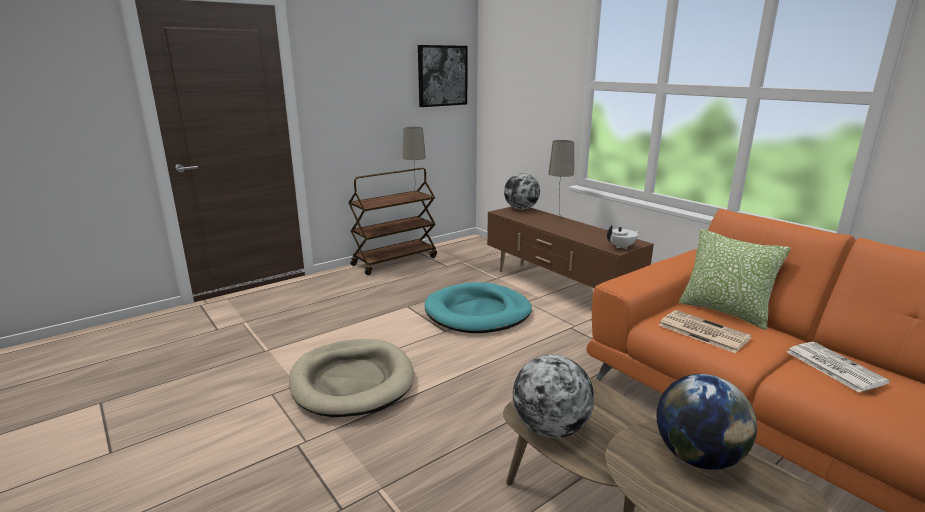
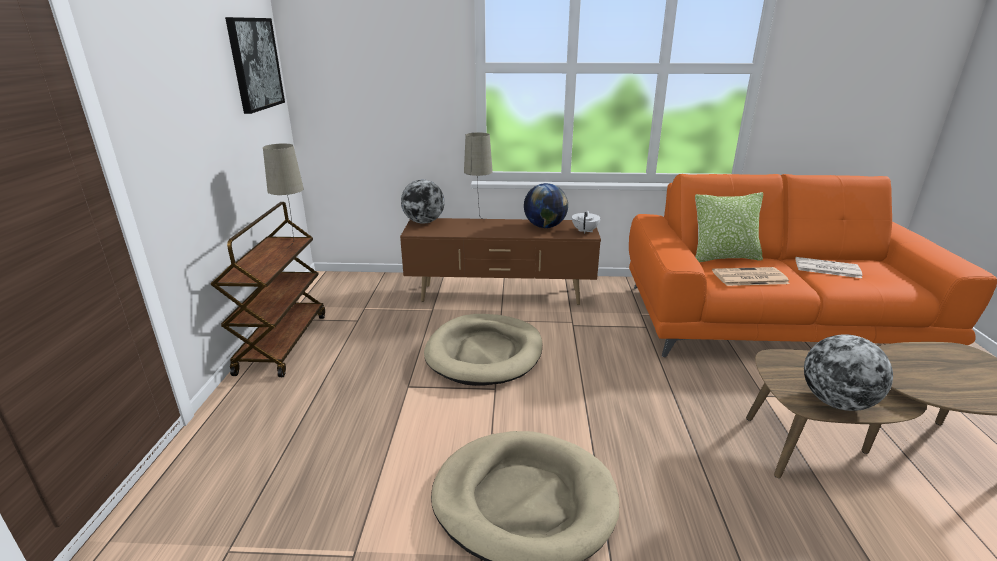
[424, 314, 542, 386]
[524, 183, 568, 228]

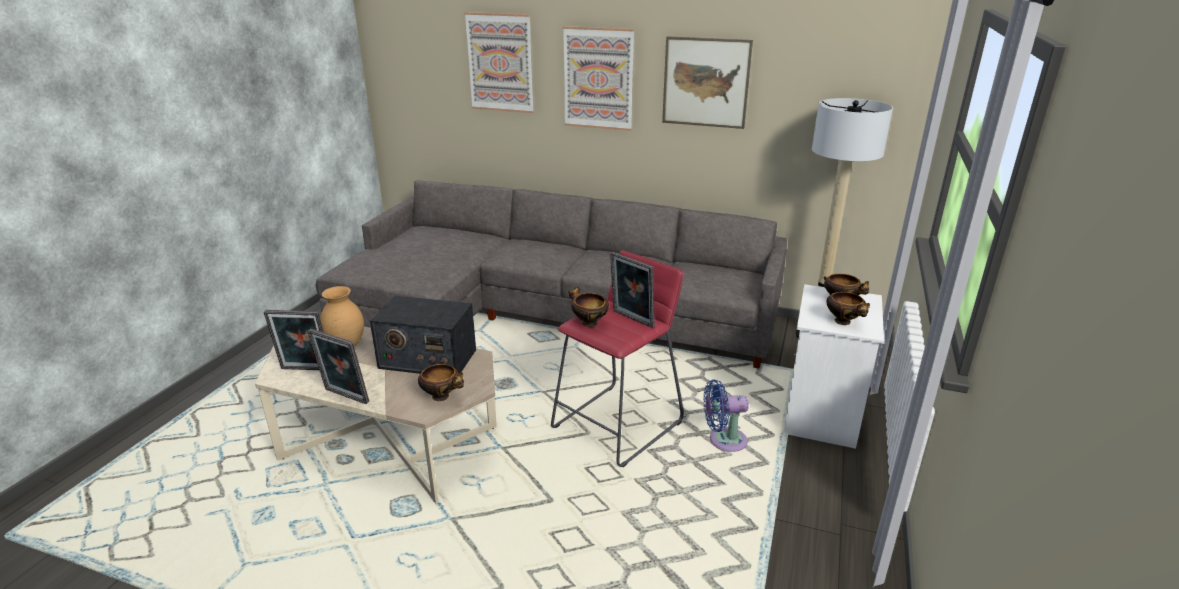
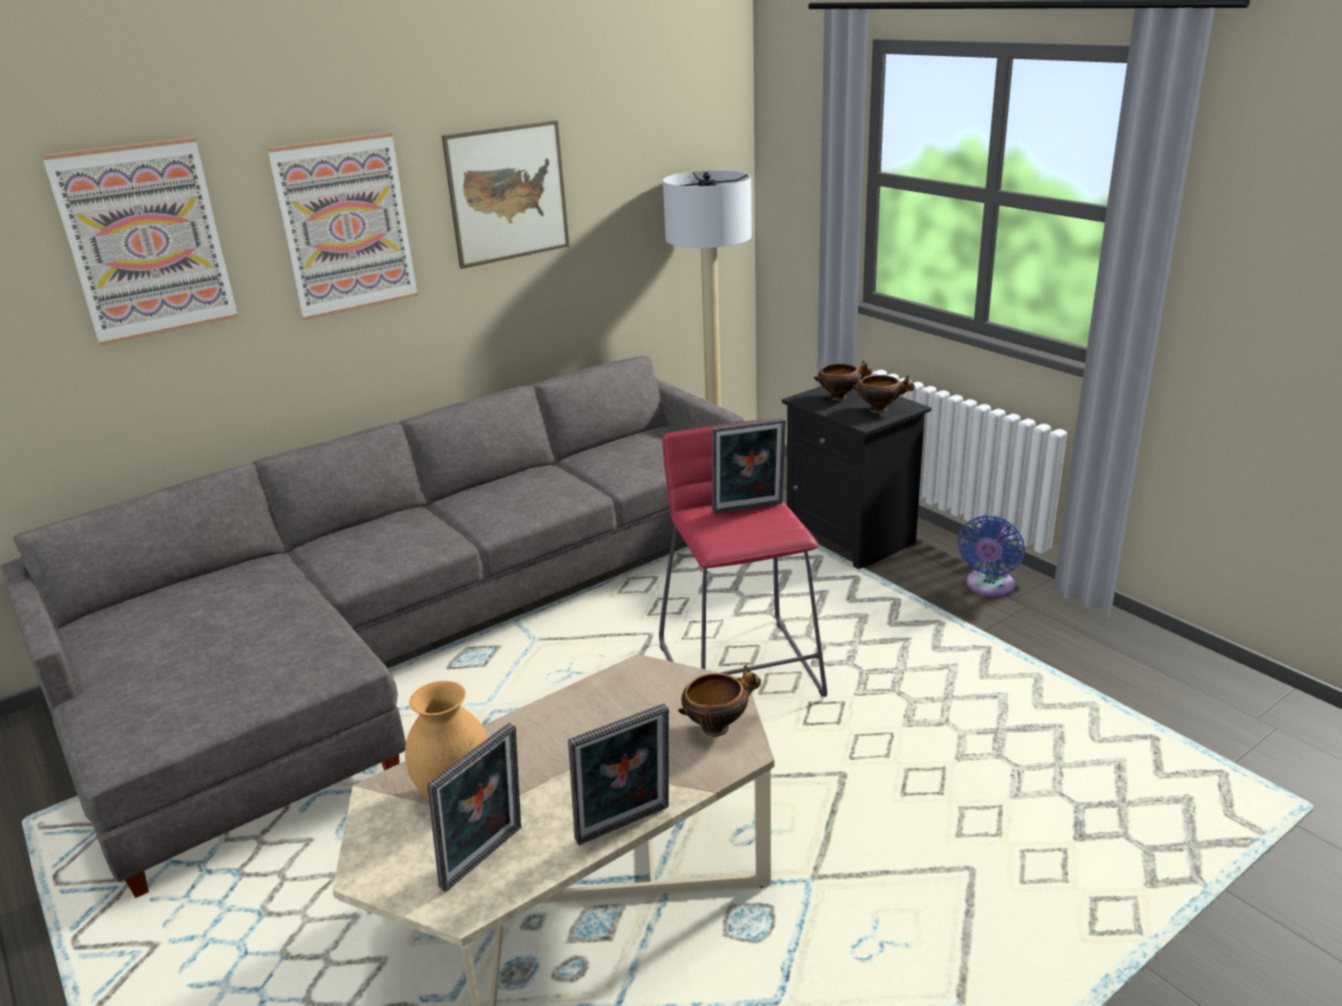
[782, 383, 931, 569]
[958, 515, 1025, 597]
[370, 296, 476, 374] (first image)
[568, 286, 609, 327] (first image)

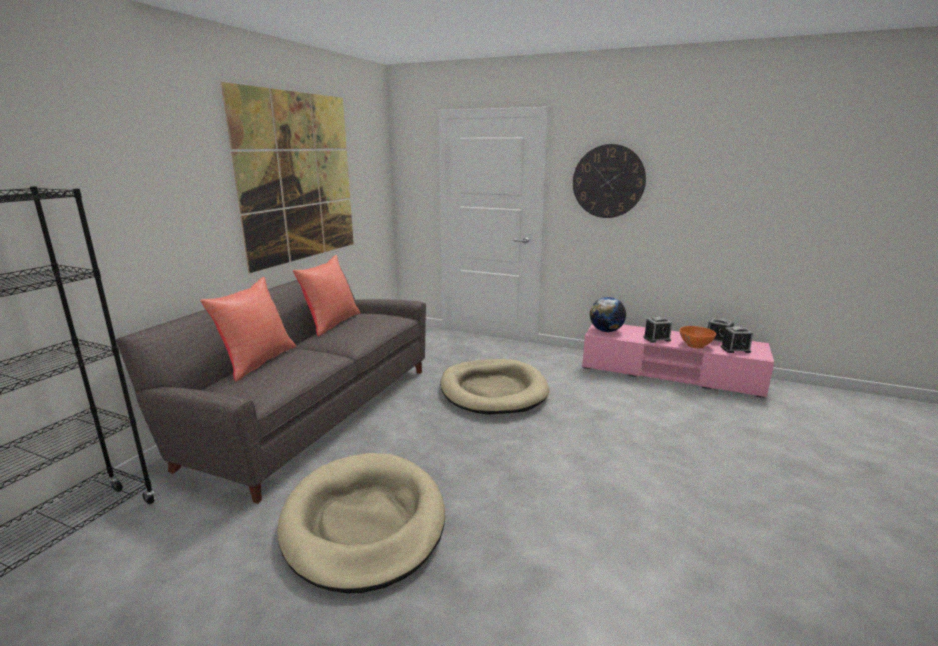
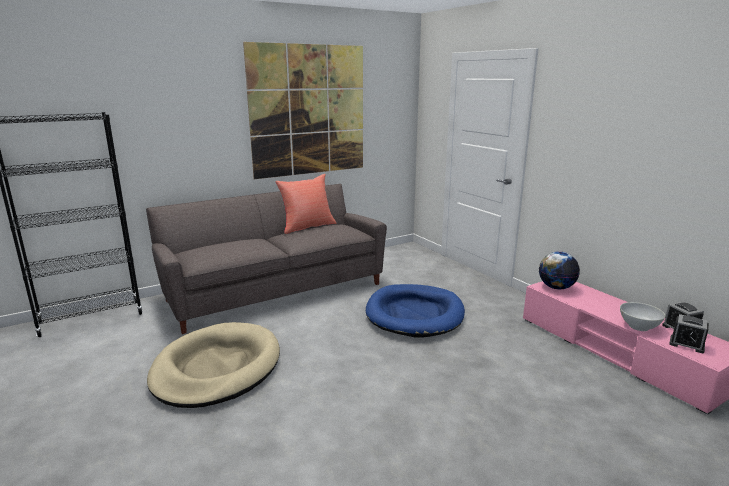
[366, 284, 465, 338]
[620, 302, 666, 331]
[200, 277, 296, 382] (first image)
[573, 144, 646, 218] (first image)
[643, 317, 672, 343] (first image)

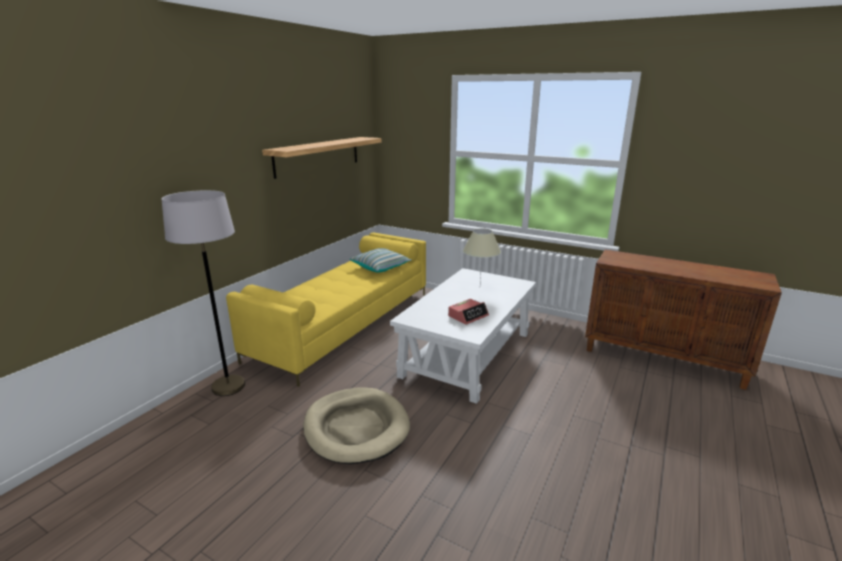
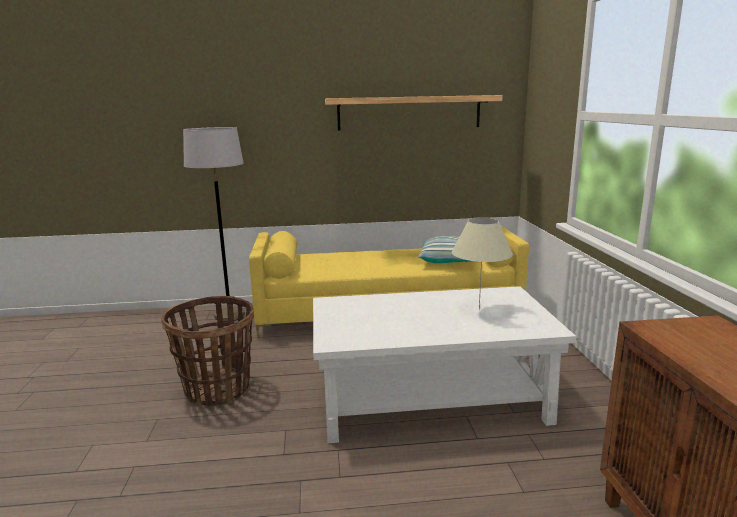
[162, 296, 254, 406]
[448, 299, 489, 325] (first image)

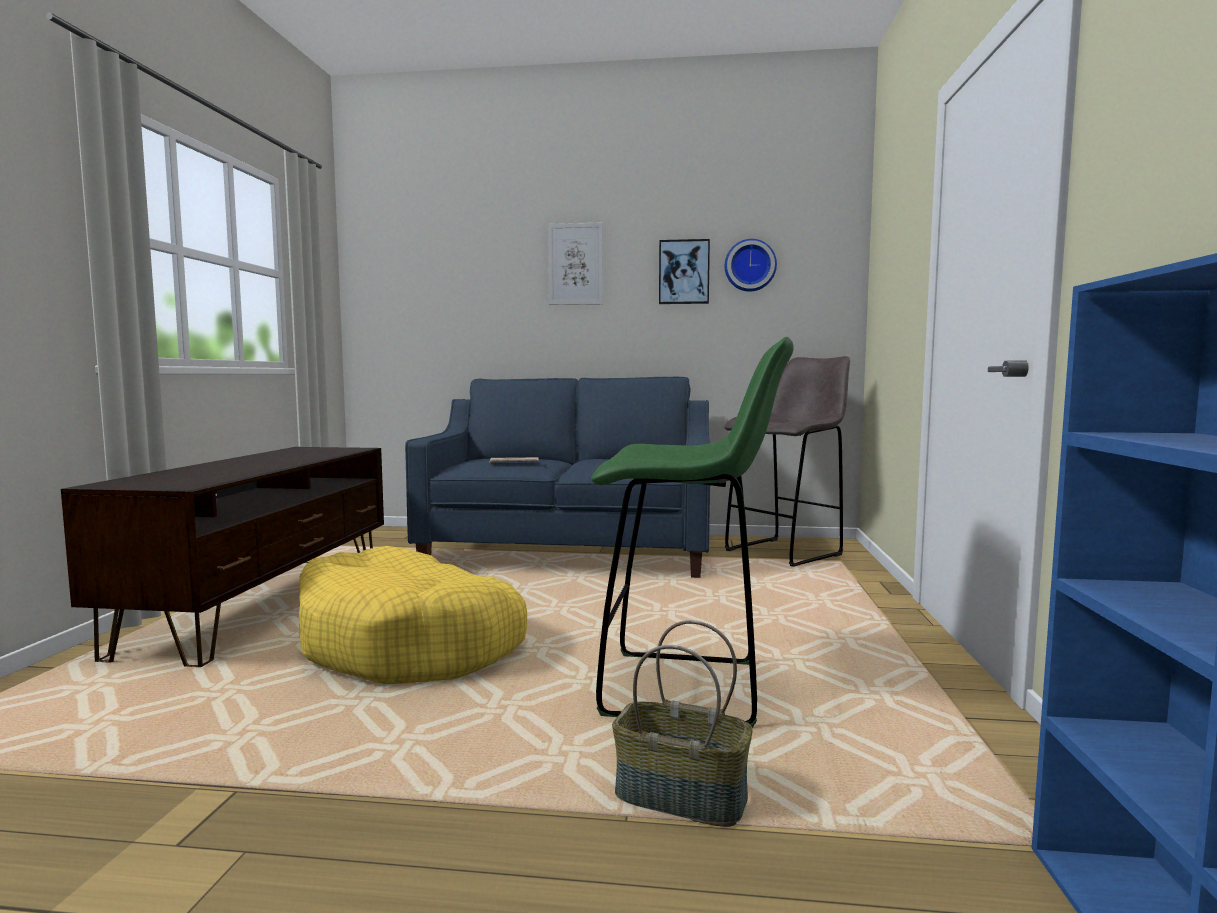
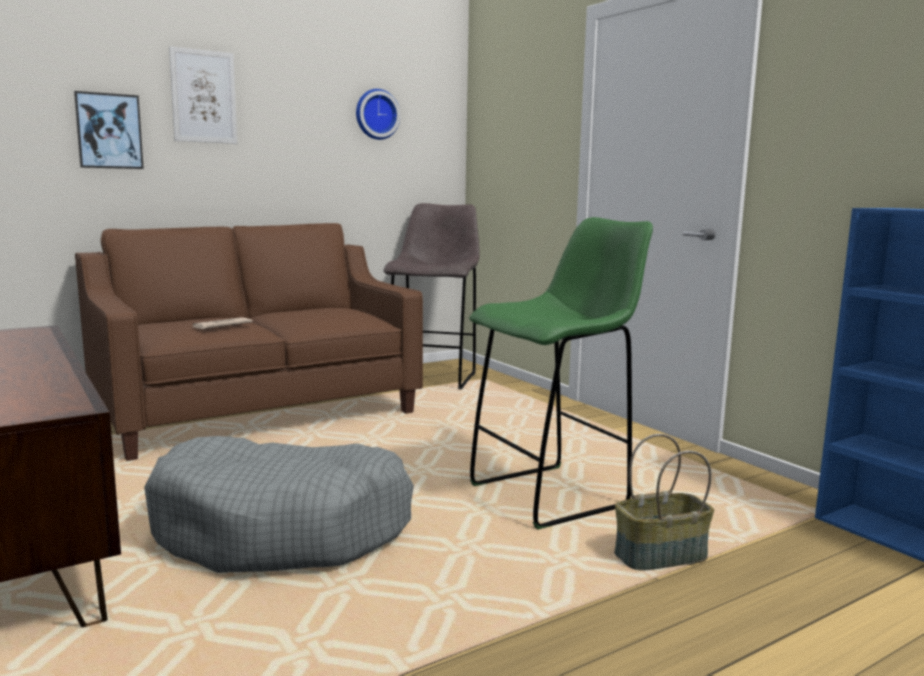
[74, 91, 144, 169]
[75, 223, 423, 461]
[144, 436, 414, 573]

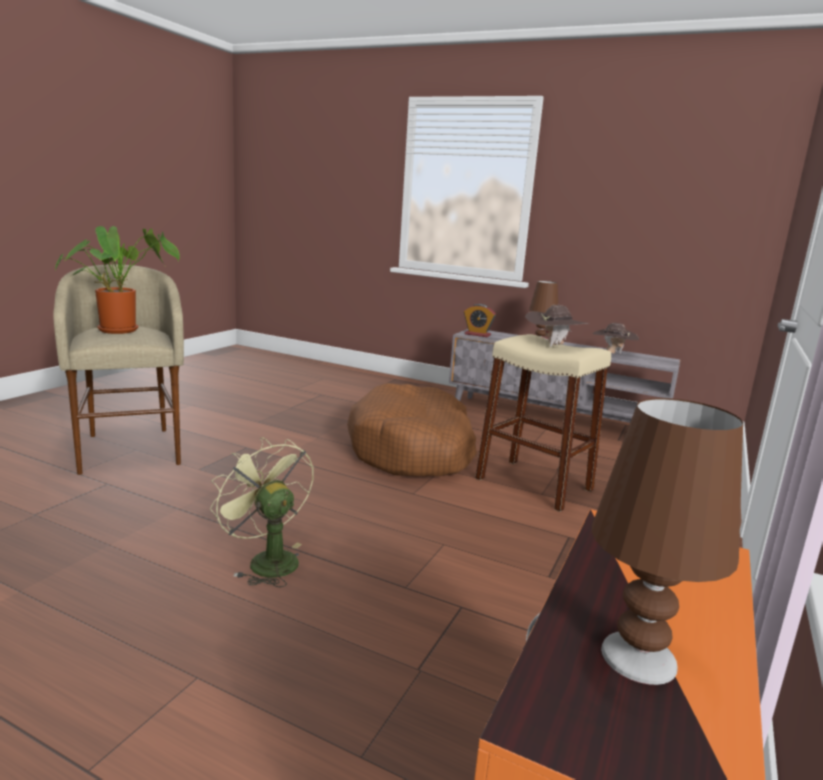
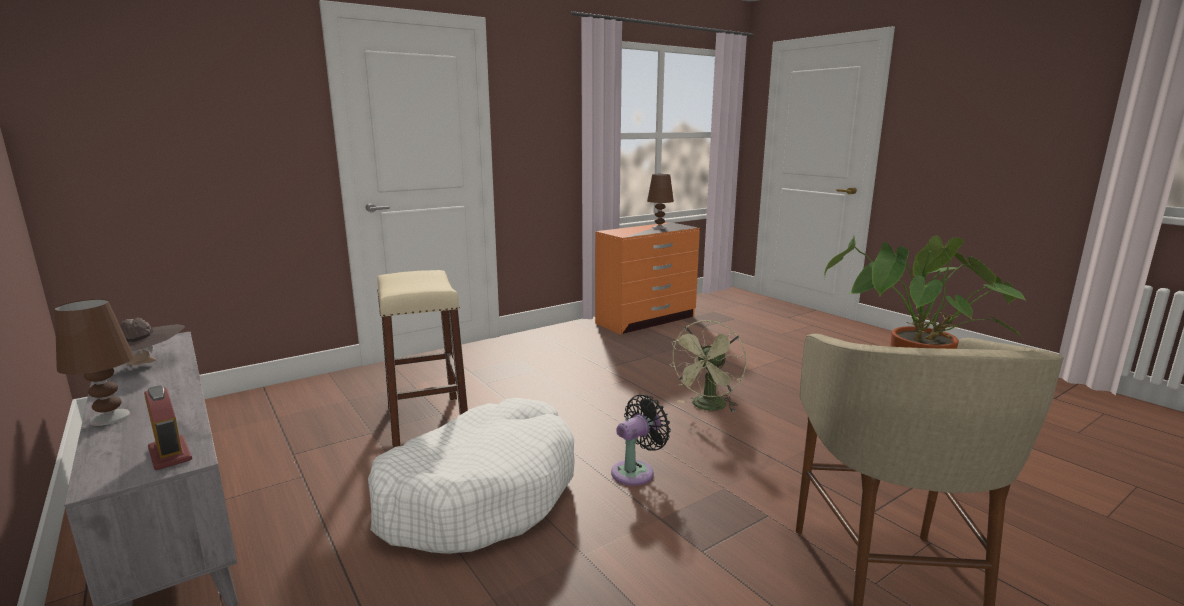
[368, 398, 575, 554]
[611, 394, 671, 486]
[668, 320, 746, 412]
[525, 305, 590, 347] (first image)

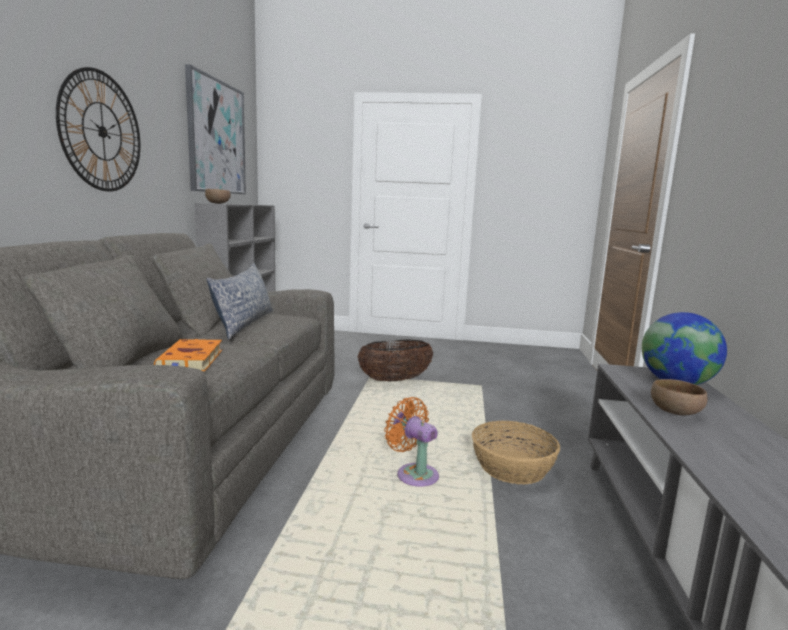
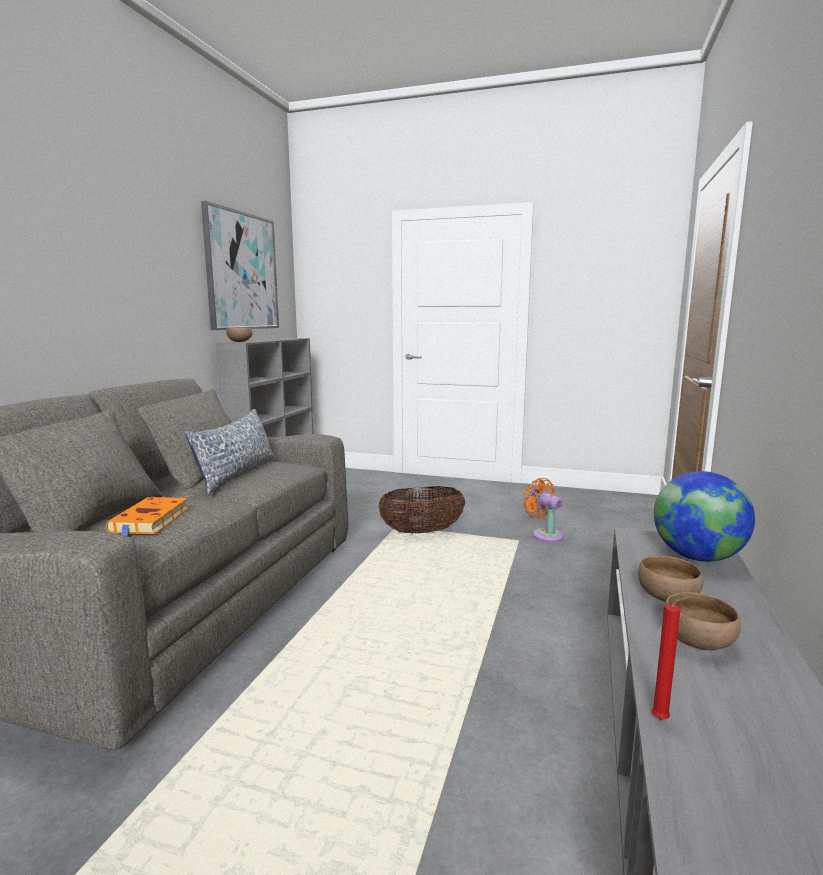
[523, 478, 564, 542]
[651, 596, 691, 720]
[663, 592, 741, 650]
[56, 67, 141, 192] (first image)
[472, 421, 560, 484] (first image)

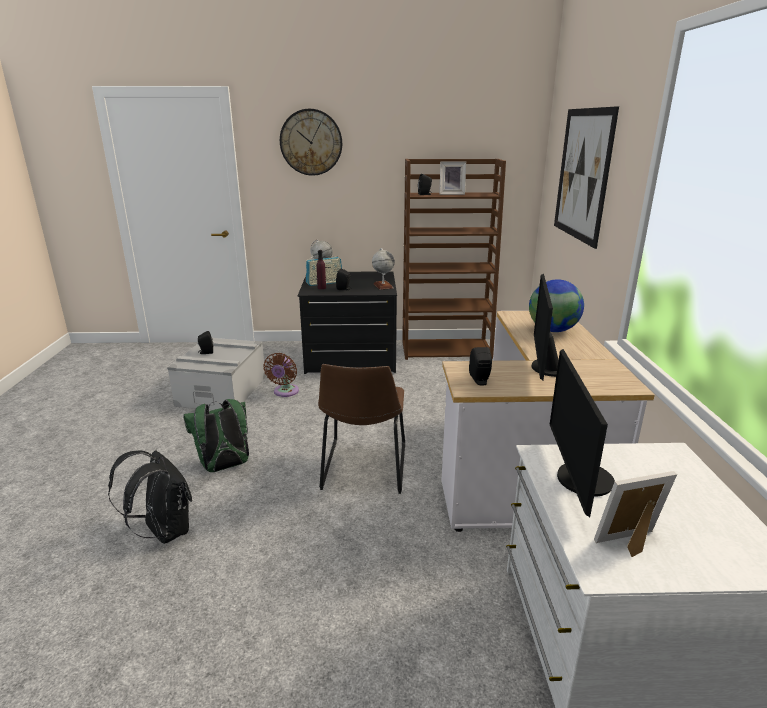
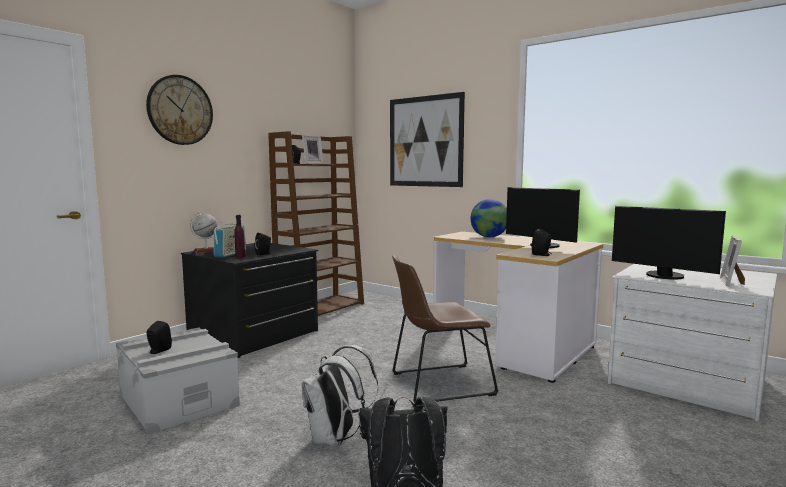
[301, 345, 378, 447]
[392, 255, 498, 403]
[263, 353, 299, 397] (first image)
[372, 248, 395, 290] (first image)

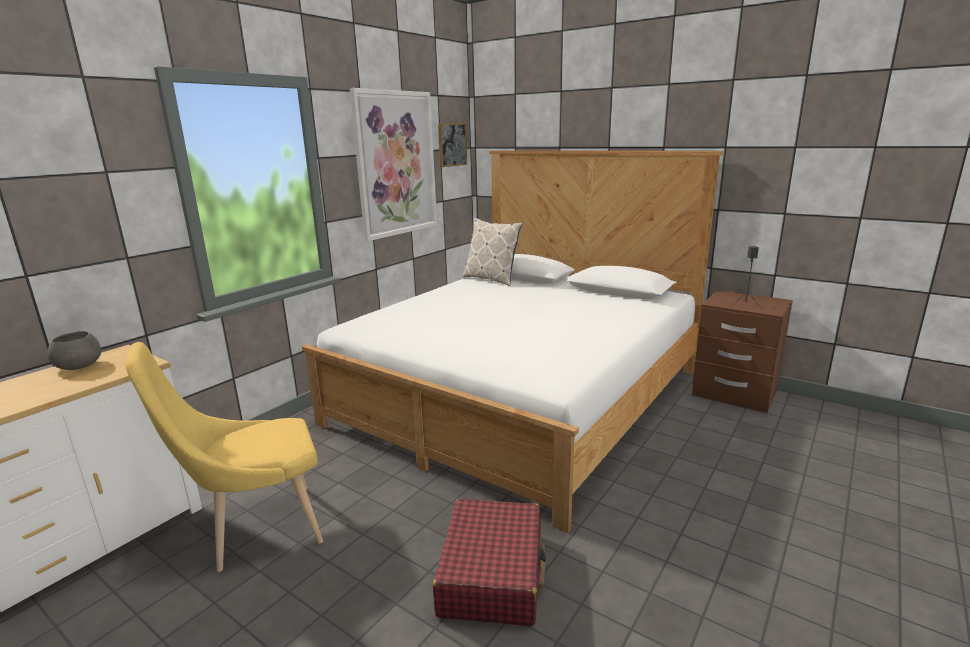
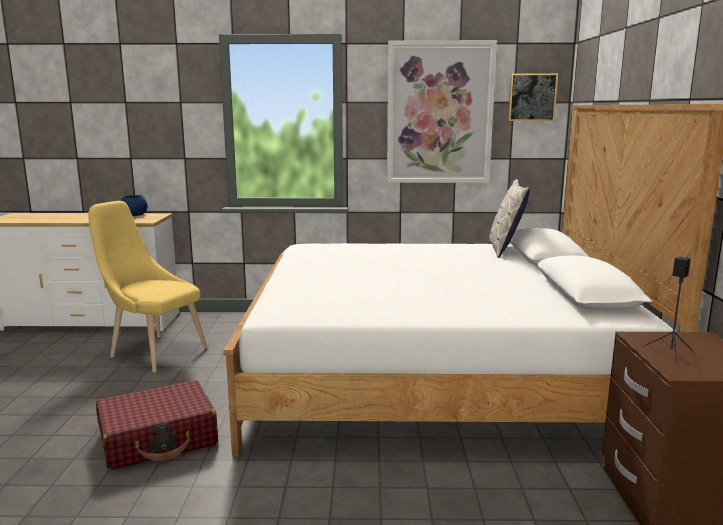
[121, 195, 147, 216]

